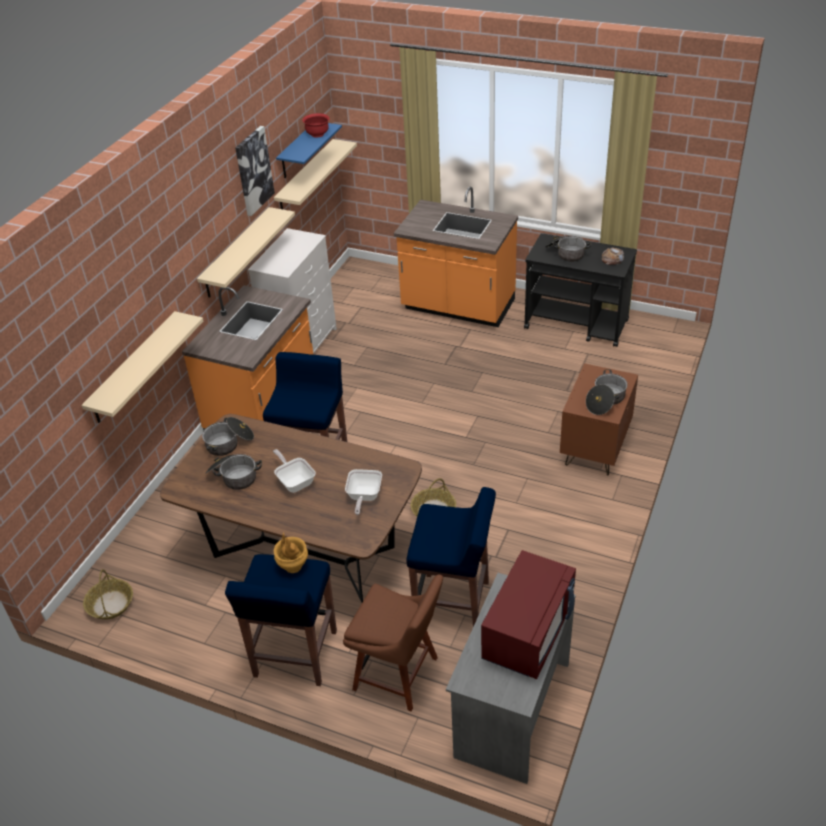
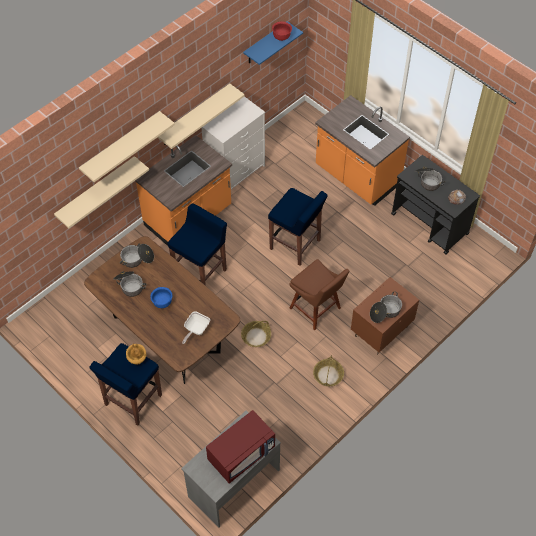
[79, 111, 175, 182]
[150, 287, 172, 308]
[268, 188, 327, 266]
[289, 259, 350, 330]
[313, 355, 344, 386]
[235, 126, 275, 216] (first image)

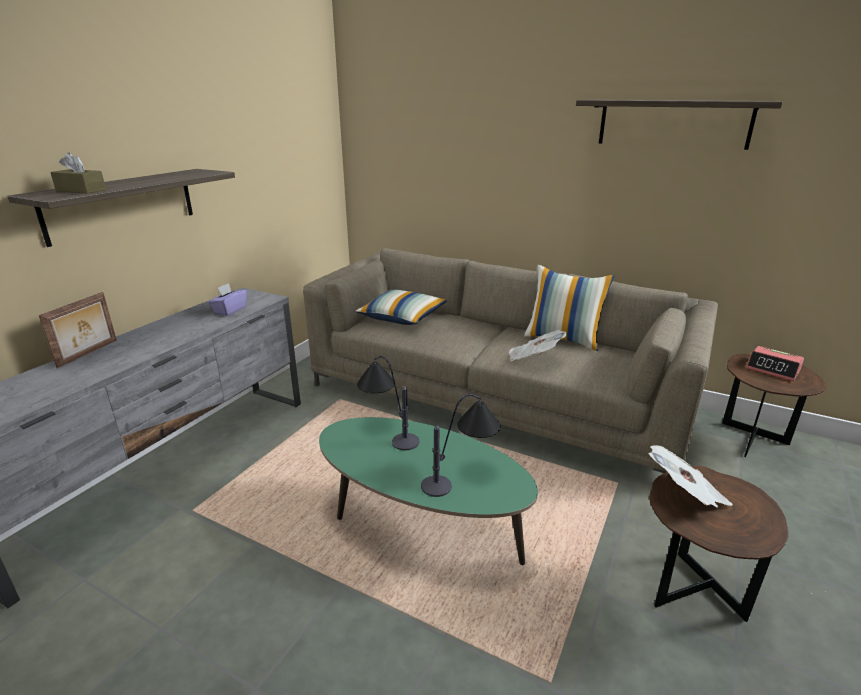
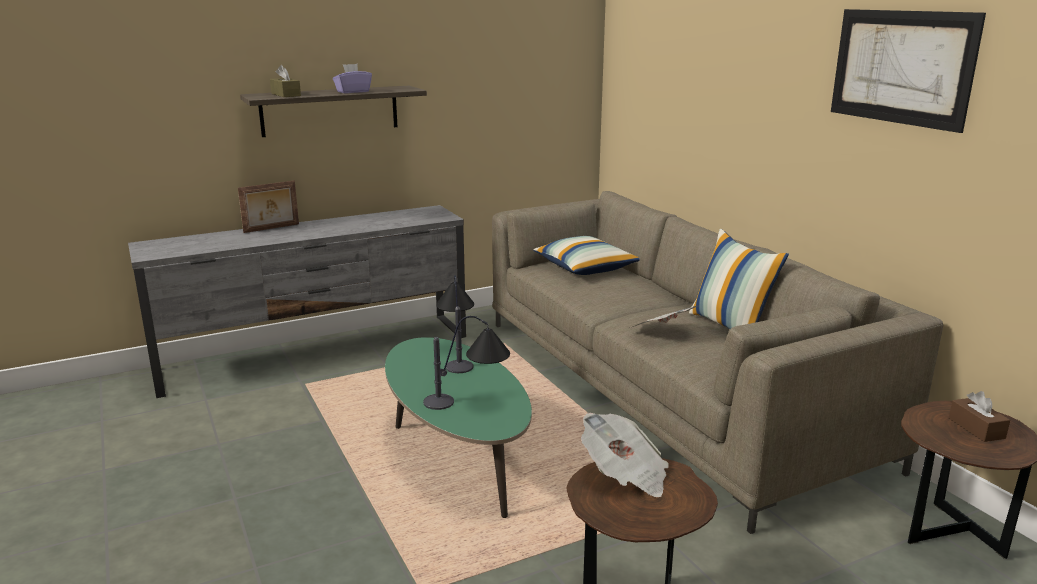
[333, 64, 372, 93]
[831, 9, 986, 133]
[949, 391, 1010, 442]

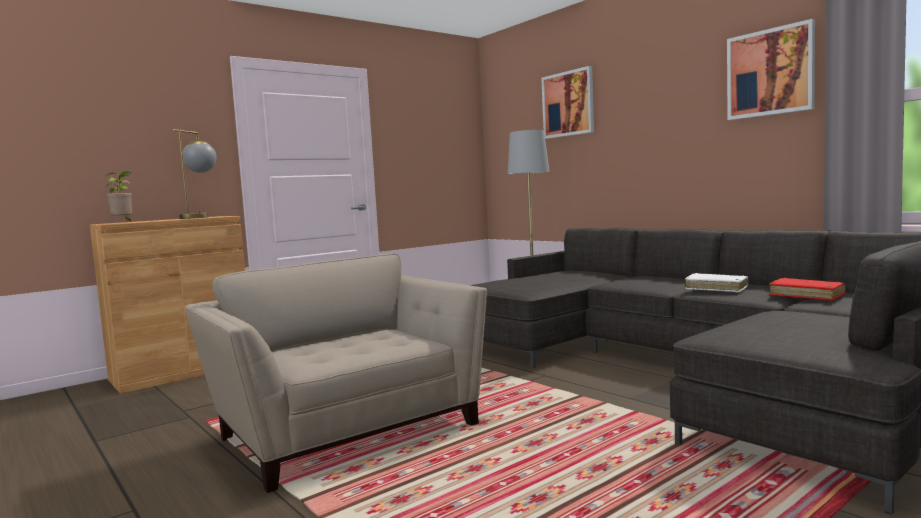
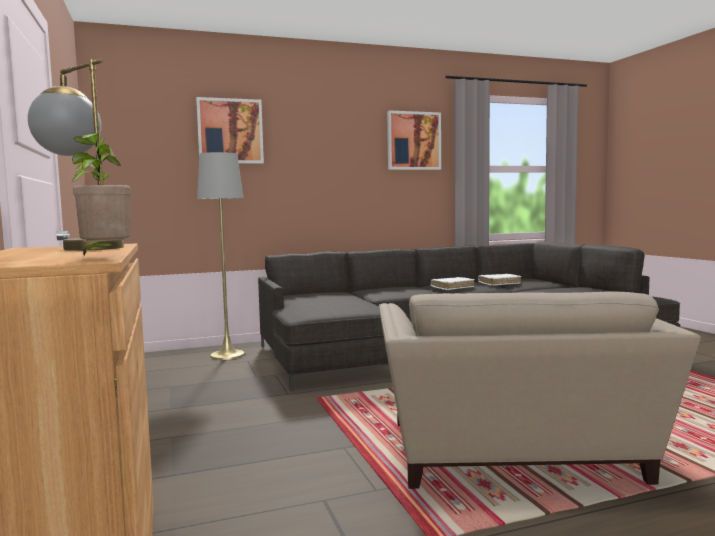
[379, 291, 701, 489]
[478, 274, 521, 286]

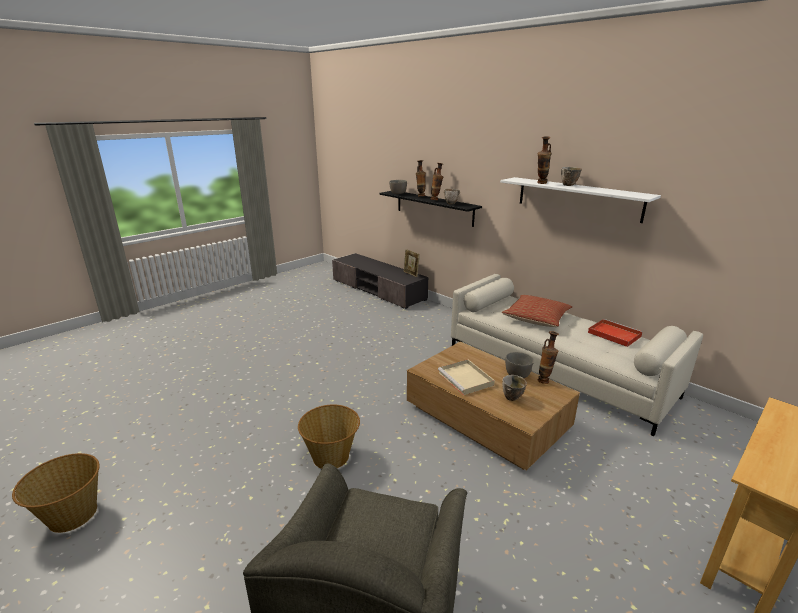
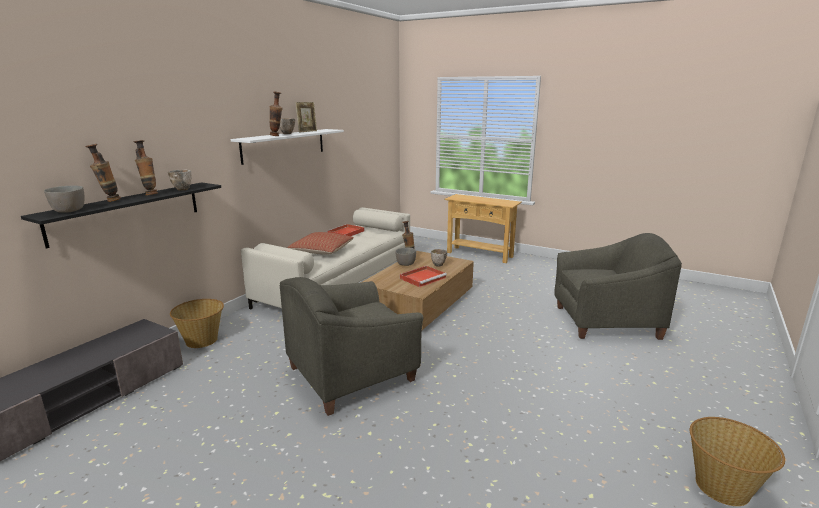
[170, 299, 224, 348]
[280, 277, 424, 416]
[295, 102, 317, 133]
[400, 266, 447, 287]

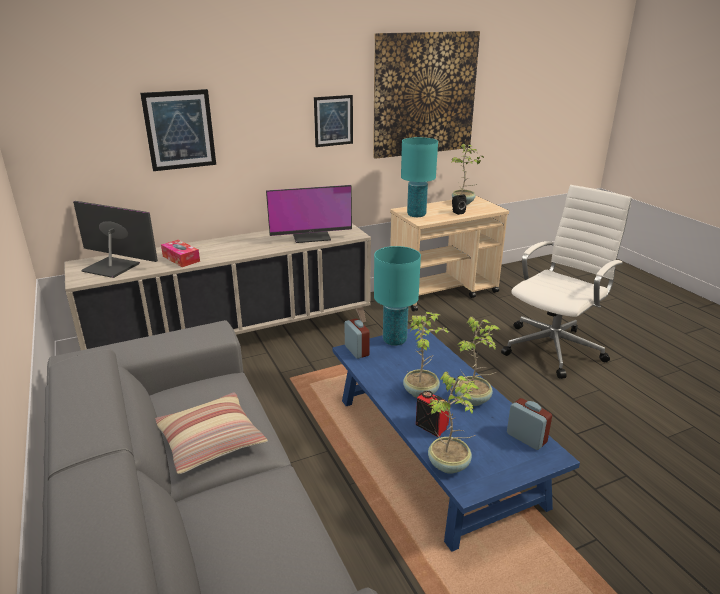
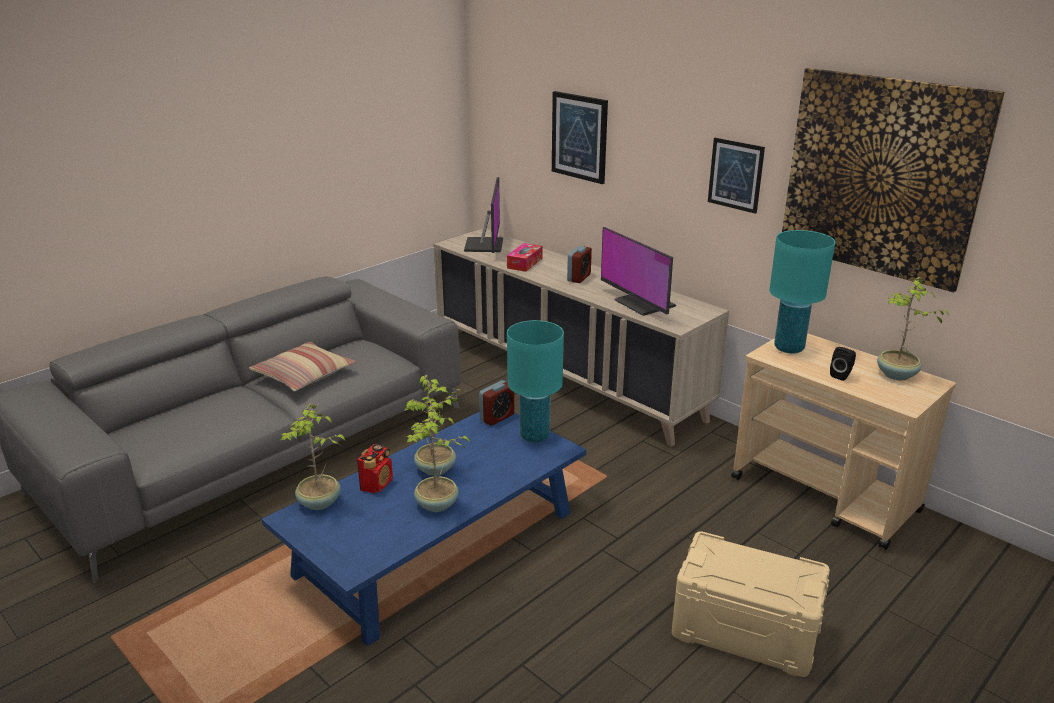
[567, 246, 592, 283]
[672, 531, 830, 677]

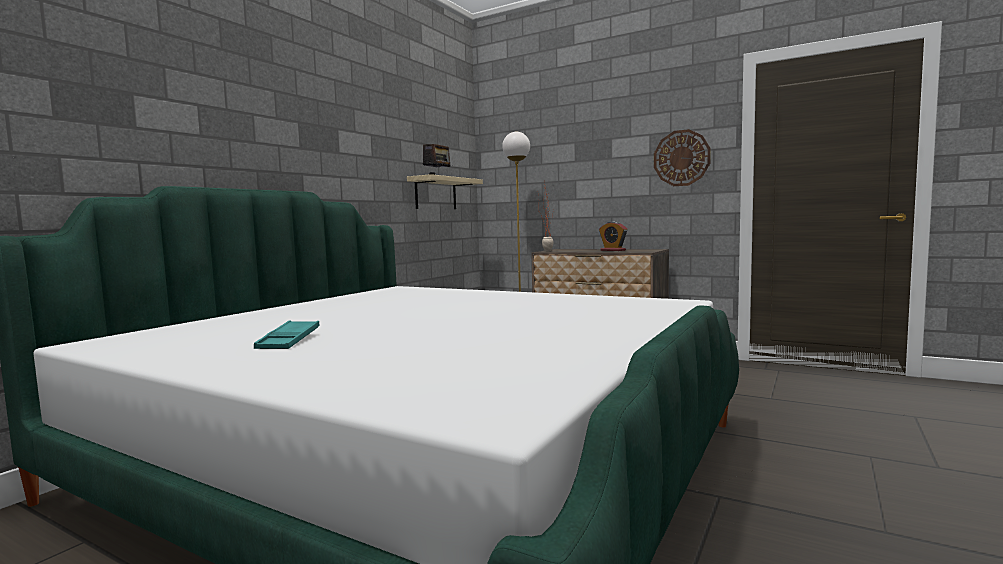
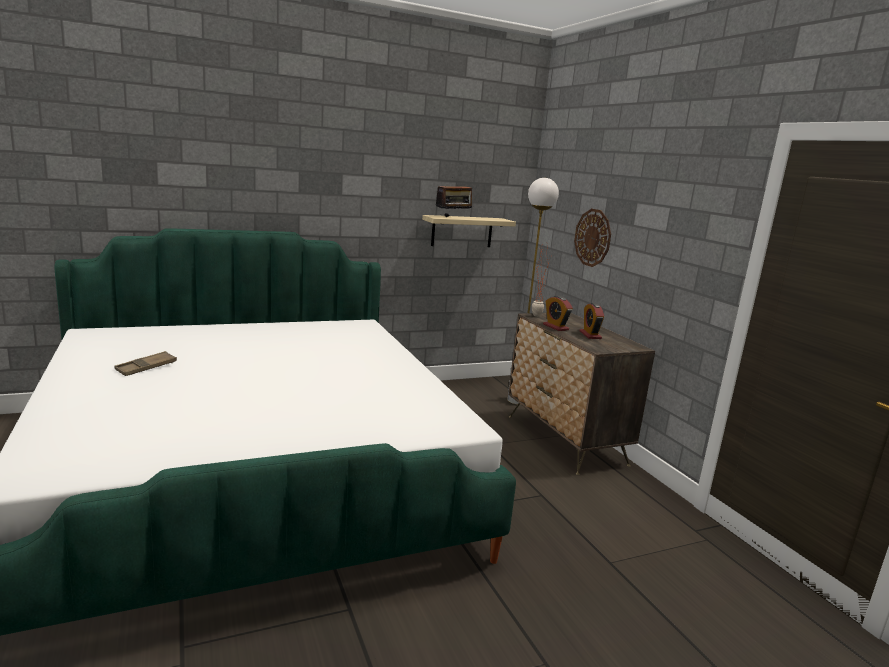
[114, 351, 177, 376]
[543, 296, 573, 331]
[574, 209, 611, 267]

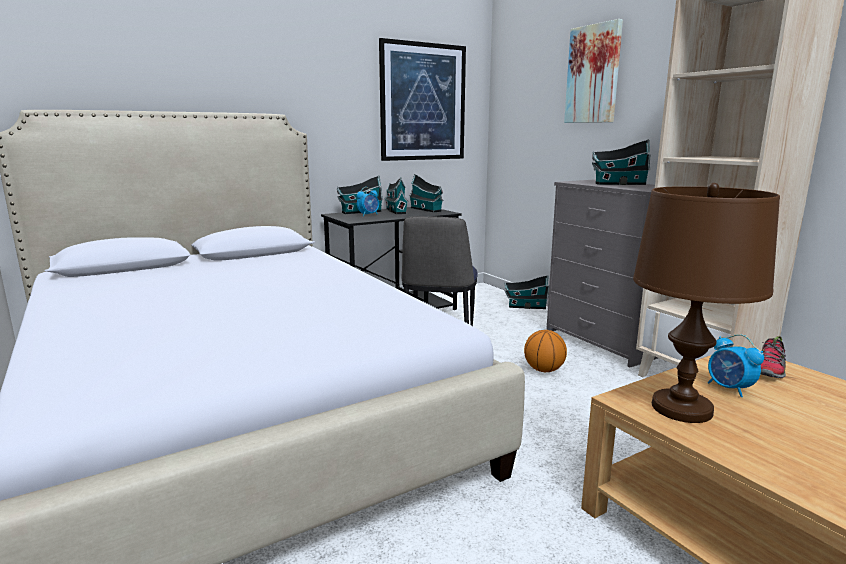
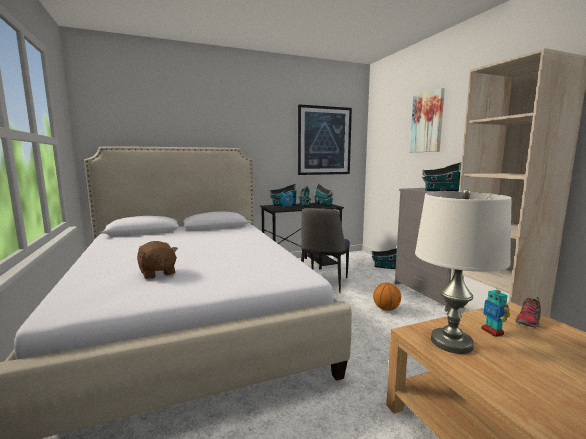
[137, 241, 178, 279]
[415, 189, 512, 354]
[481, 288, 510, 337]

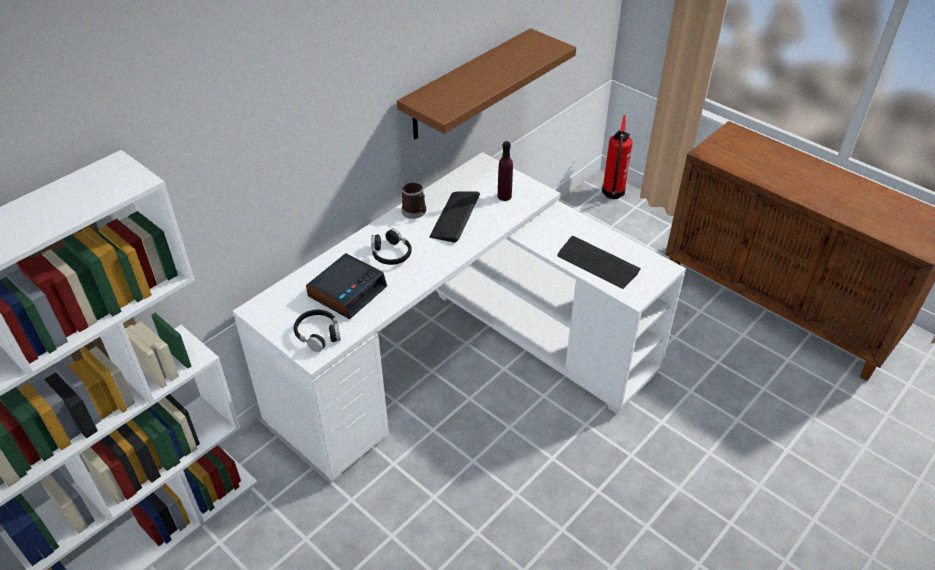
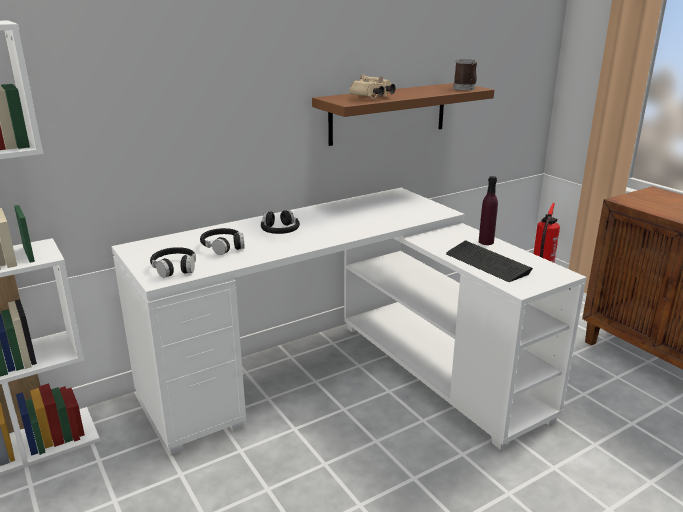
[200, 228, 244, 255]
[349, 74, 396, 99]
[453, 59, 477, 90]
[479, 176, 498, 245]
[430, 191, 480, 243] (first image)

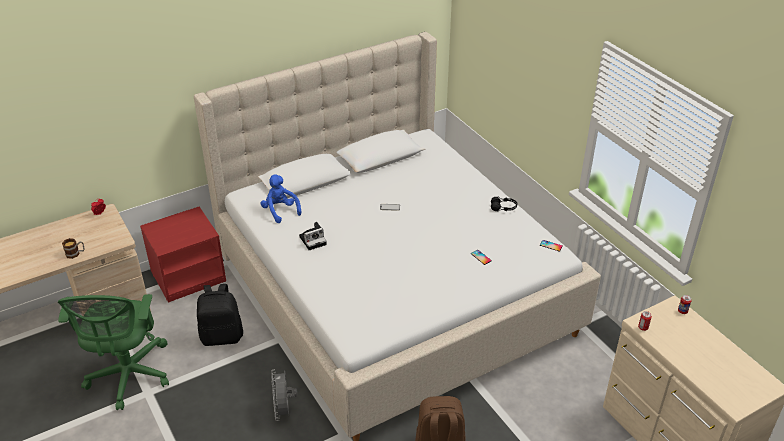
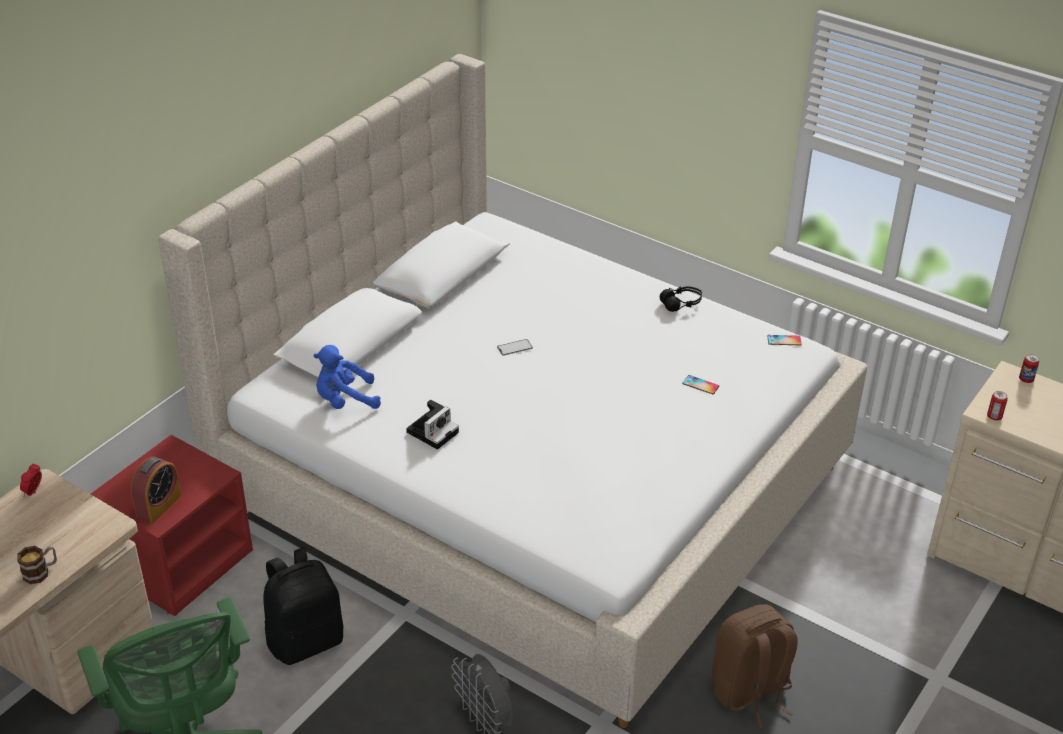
[131, 457, 181, 524]
[313, 345, 381, 409]

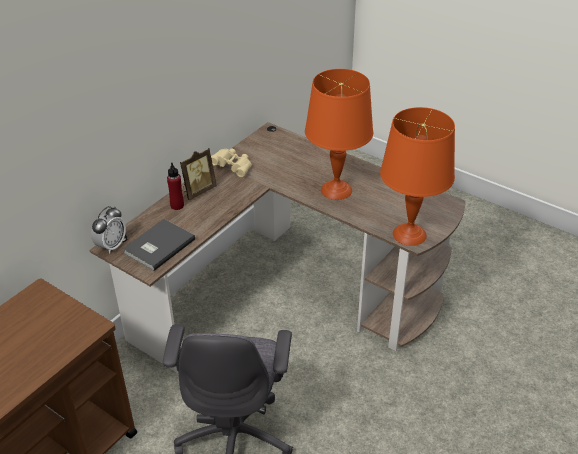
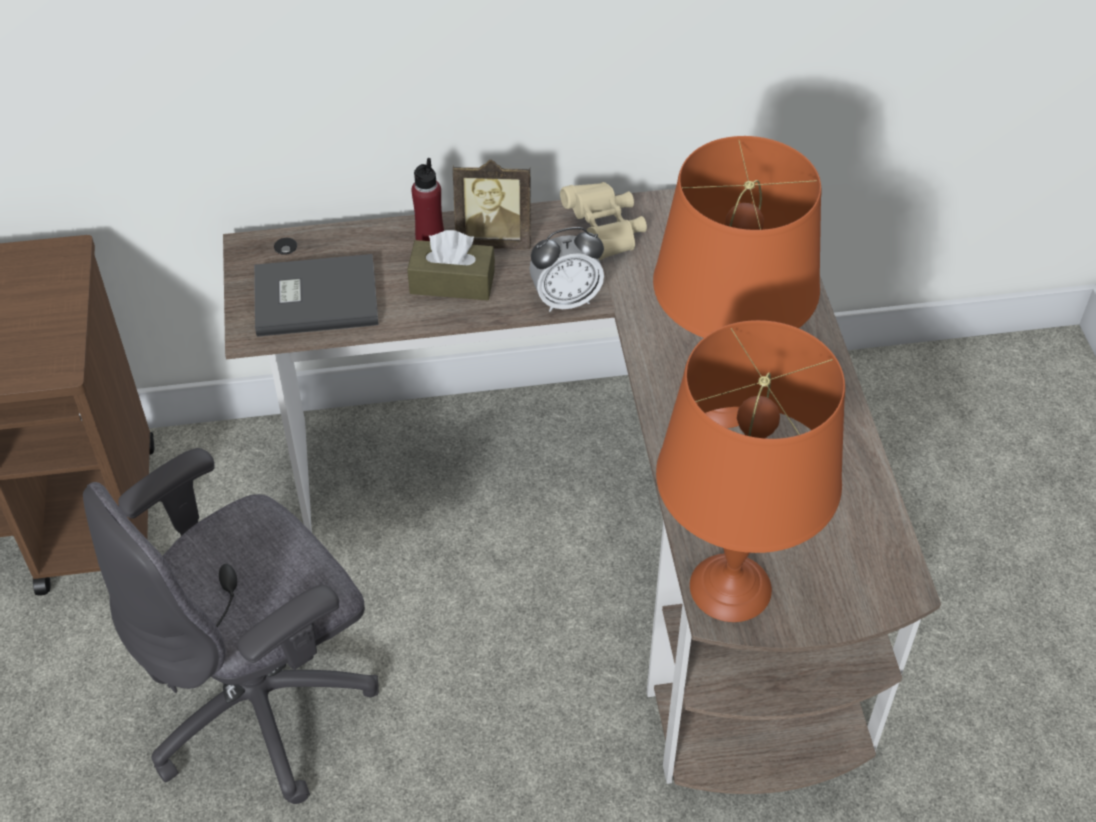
[407, 230, 495, 300]
[529, 227, 604, 312]

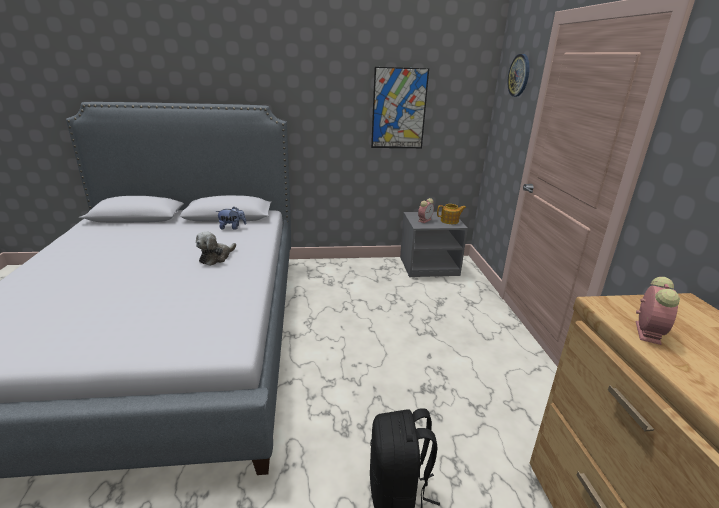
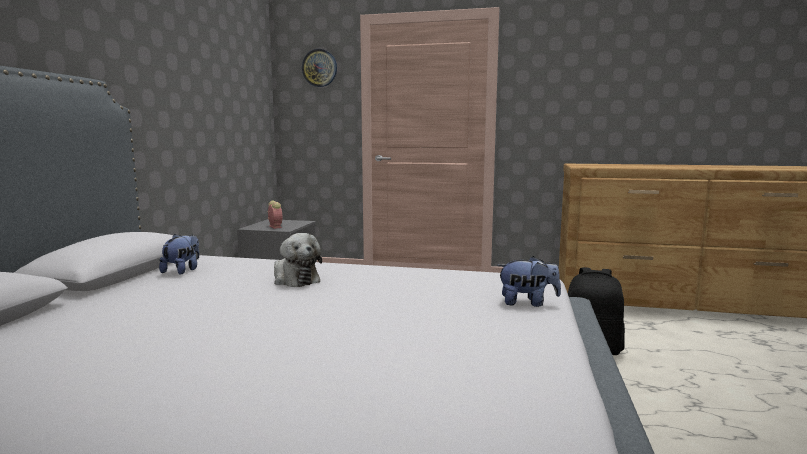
[497, 256, 561, 307]
[371, 67, 429, 148] (first image)
[437, 204, 466, 224] (first image)
[636, 277, 680, 345] (first image)

